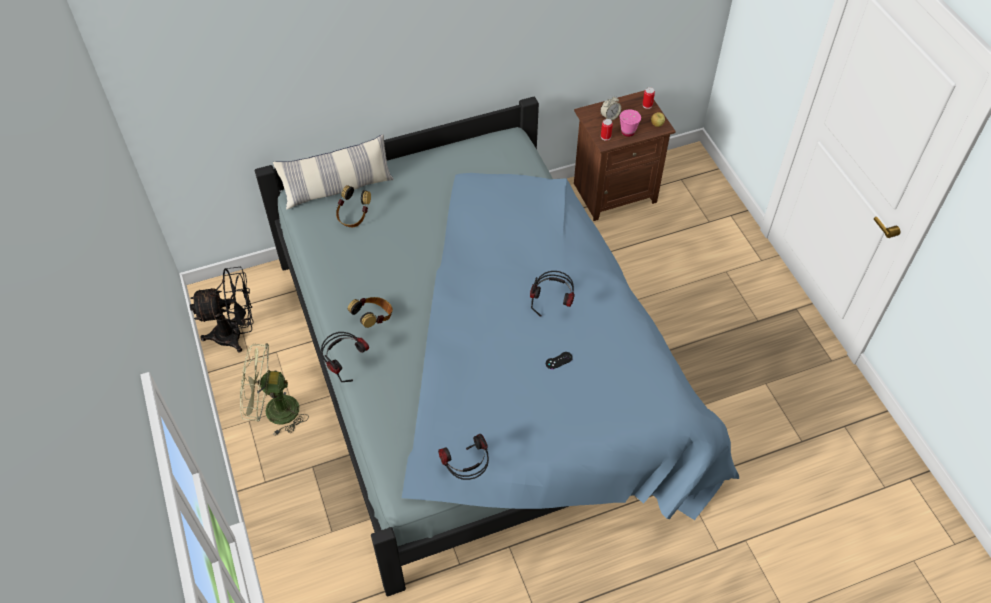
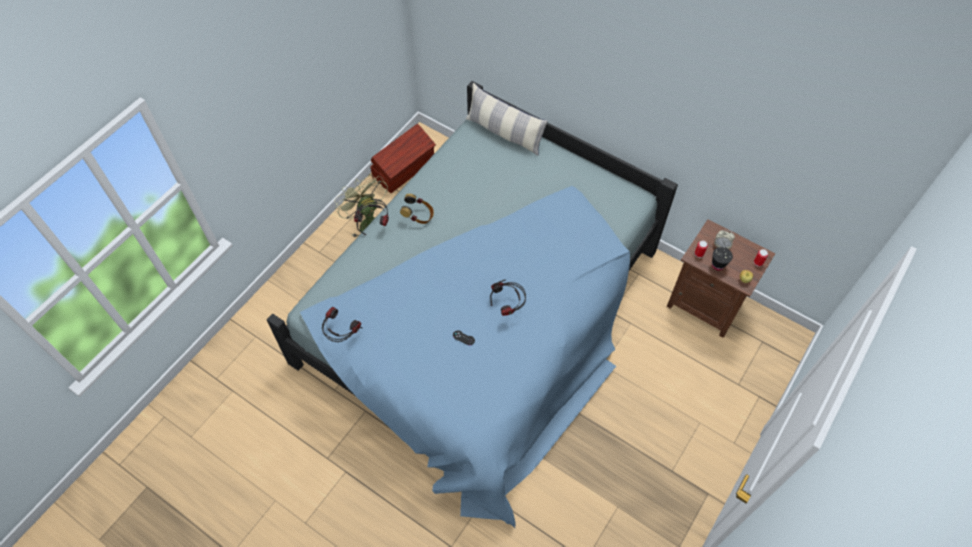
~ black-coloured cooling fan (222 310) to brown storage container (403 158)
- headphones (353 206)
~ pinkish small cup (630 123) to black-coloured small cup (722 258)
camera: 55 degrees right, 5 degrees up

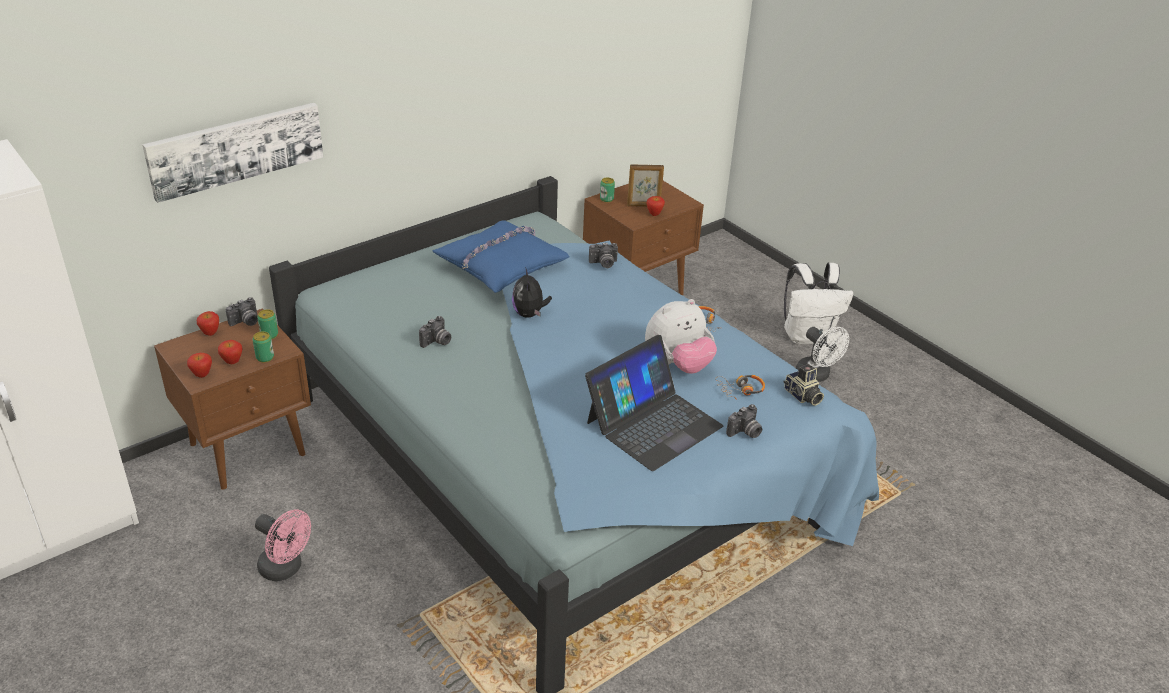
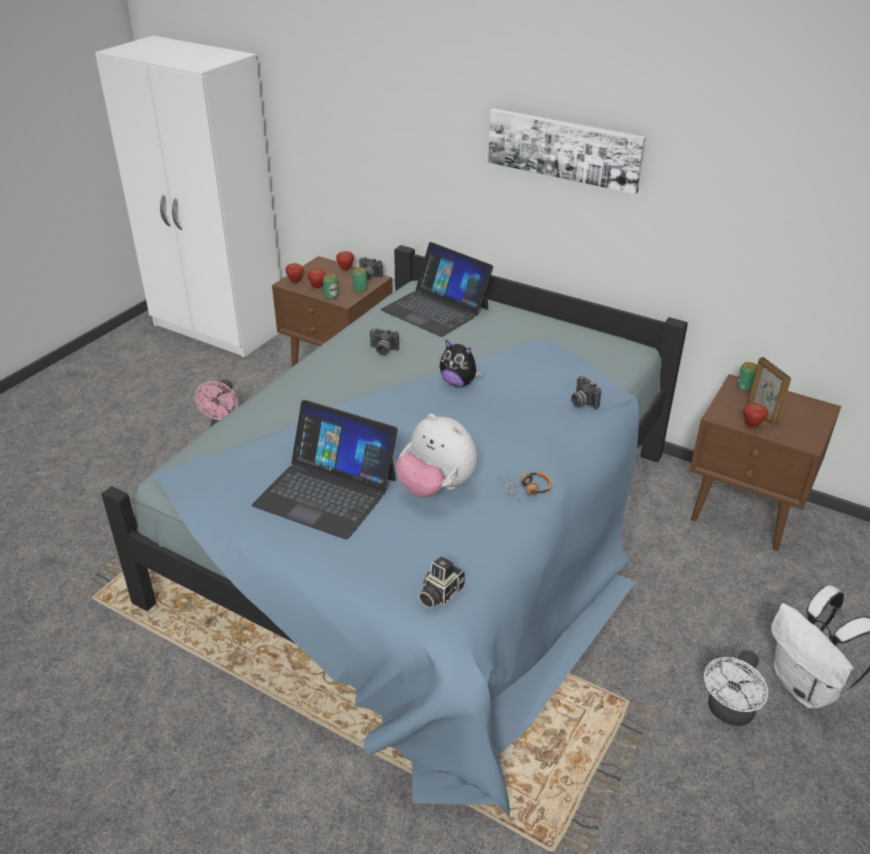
~ picture (232 153) to (567 151)
- blue-coloured throw pillow (500 256)
~ plush toy (532 292) = (461 363) 120 degrees counterclockwise
- headphones (740 387)
- still camera (744 421)
+ laptop (437 289)
camera: 70 degrees right, 0 degrees up

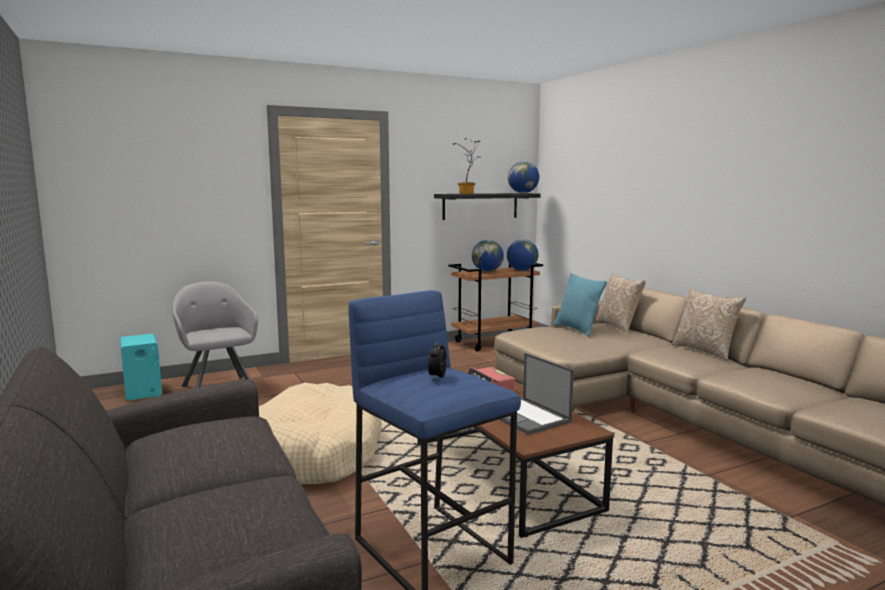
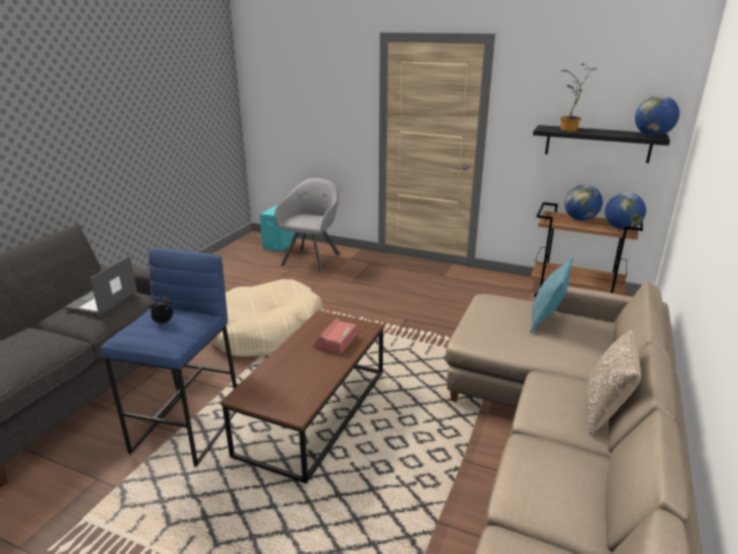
~ laptop (536 394) to (100 286)
- throw pillow (621 302)
camera: 50 degrees right, 15 degrees up

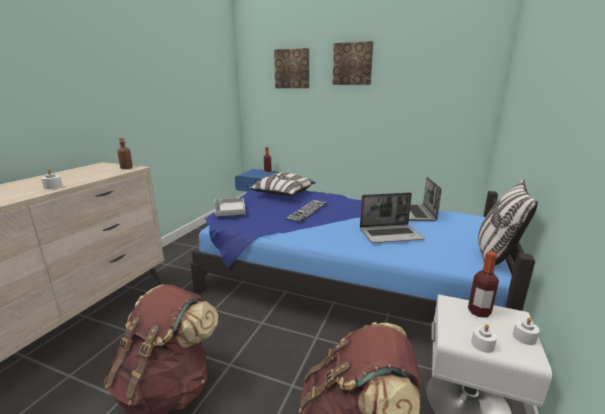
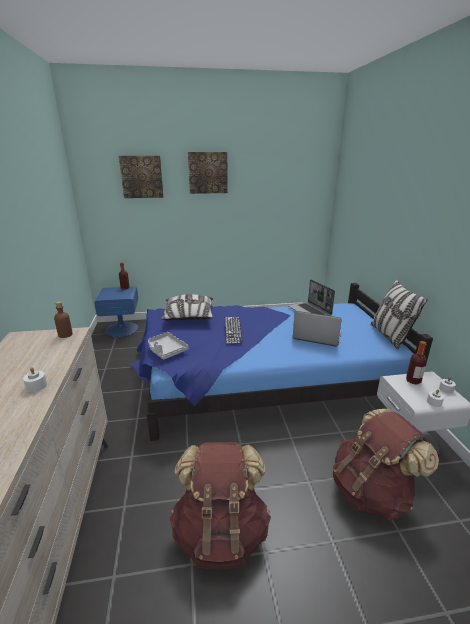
~ laptop (392 218) = (317 328) 120 degrees counterclockwise
camera: 30 degrees left, 5 degrees up

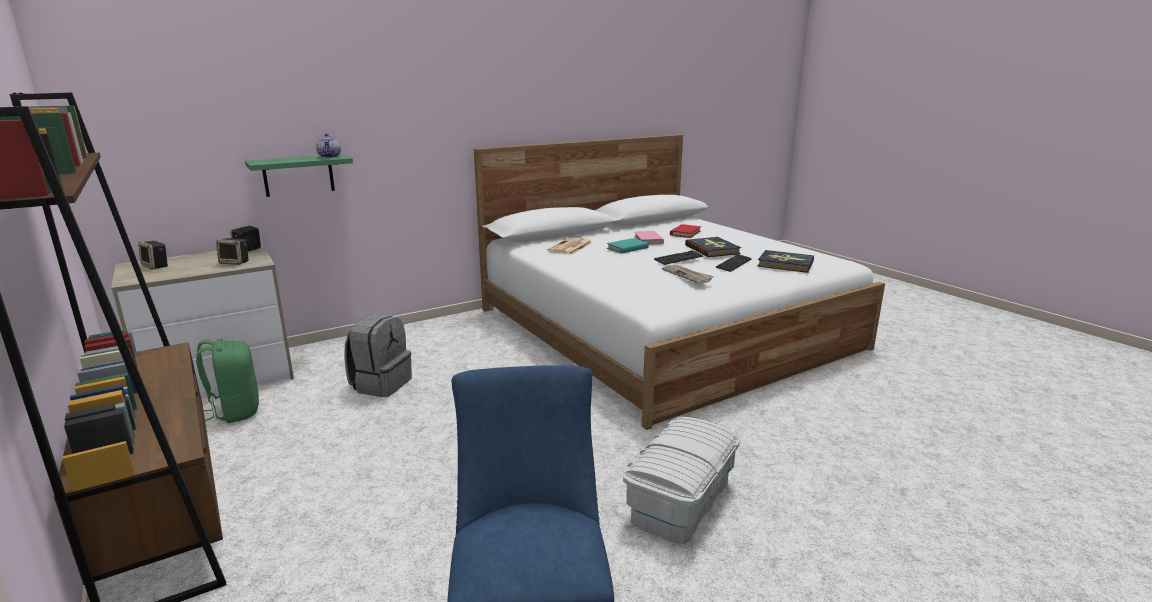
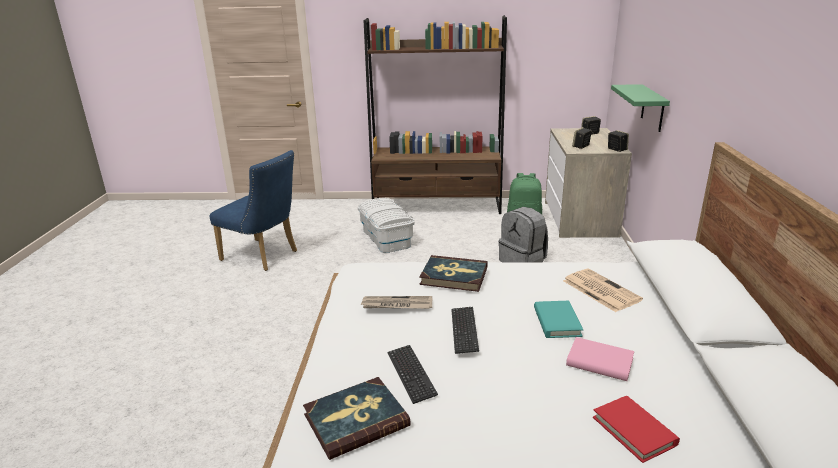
- pot for tea (328 145)
~ white-coloured storage container (681 480) to (386 225)
~ bound book (713 247) to (453 273)
camera: 125 degrees right, 5 degrees up

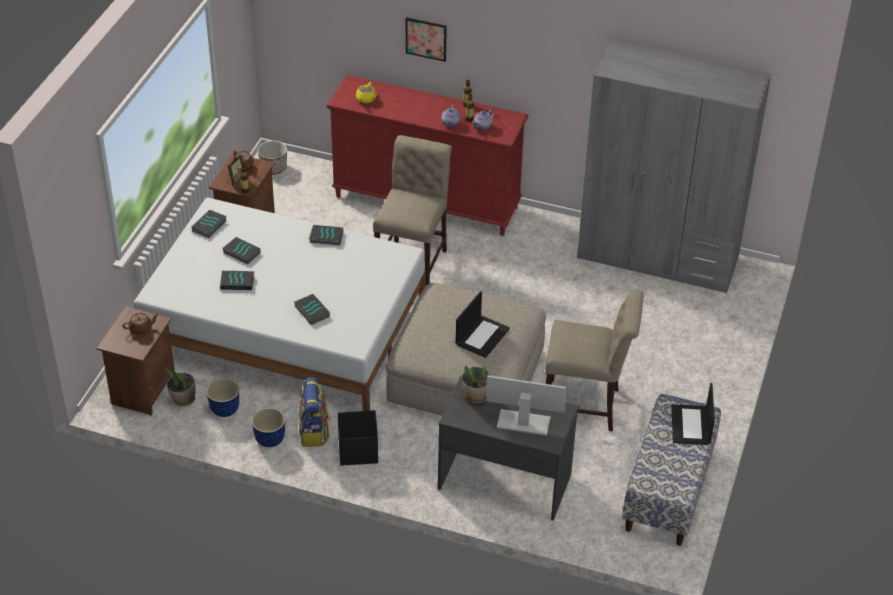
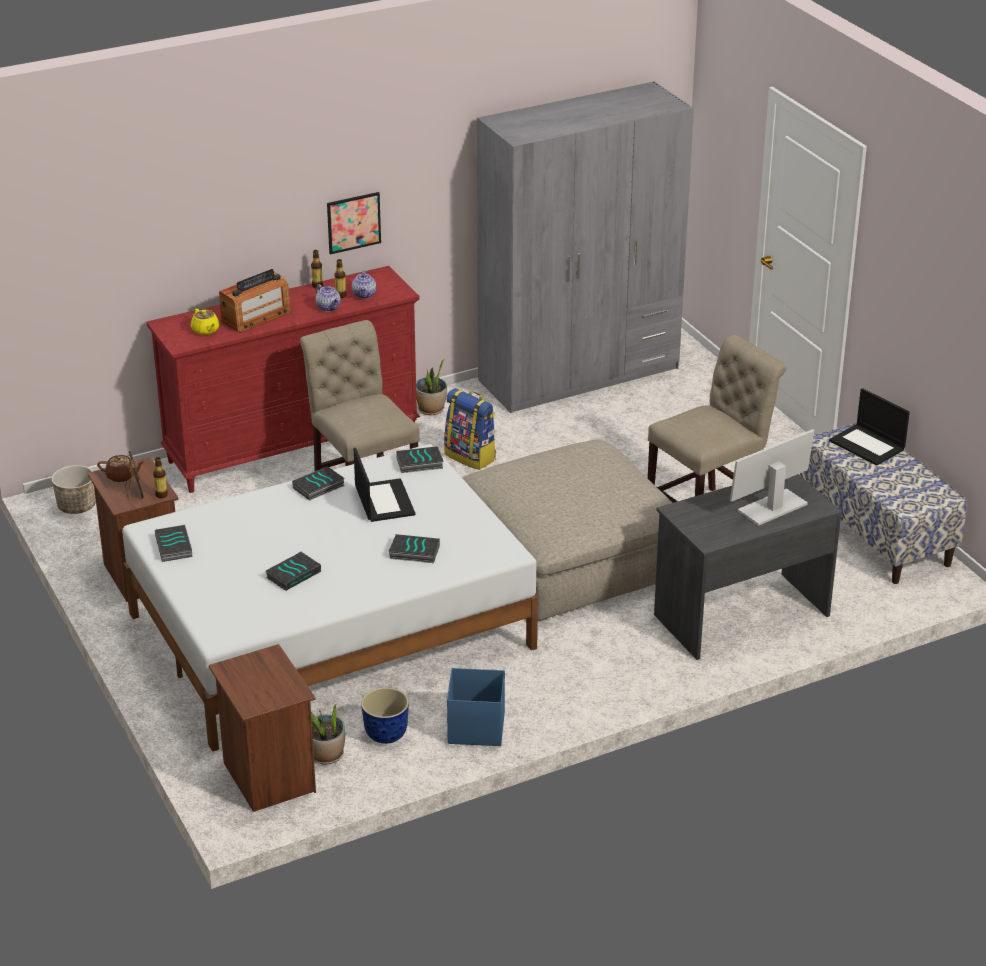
- brown pot for tea (141 324)
~ bound book (242 251) to (420 459)
~ flower pot (268 427) to blue-coloured storage container (476 707)
~ backpack (314 412) to (470 429)
- black-coloured storage container (358 438)
~ picture (426 39) to (354 223)
~ laptop (483 324) to (384 485)
~ potted plant (476 384) to (431 387)
+ radio set (255 301)
camera: 45 degrees left, 10 degrees down

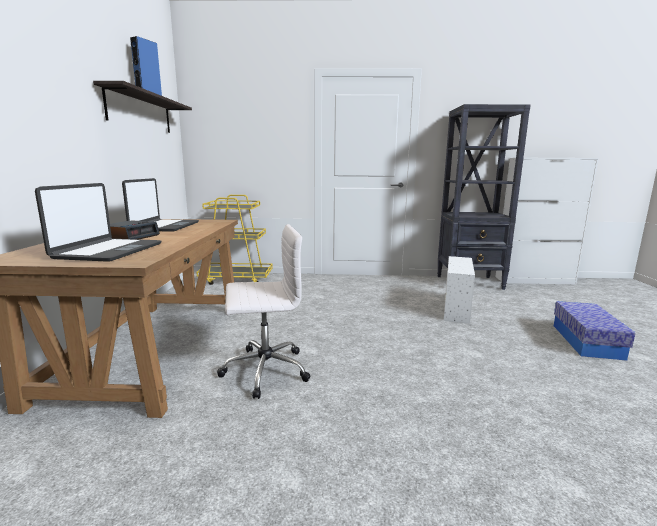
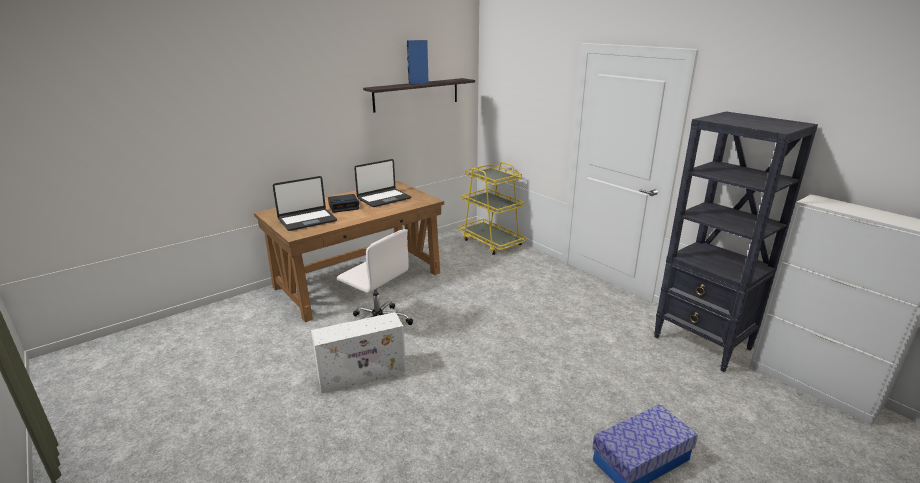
~ white-coloured storage container (459 290) to (358 352)
camera: 50 degrees right, 10 degrees up

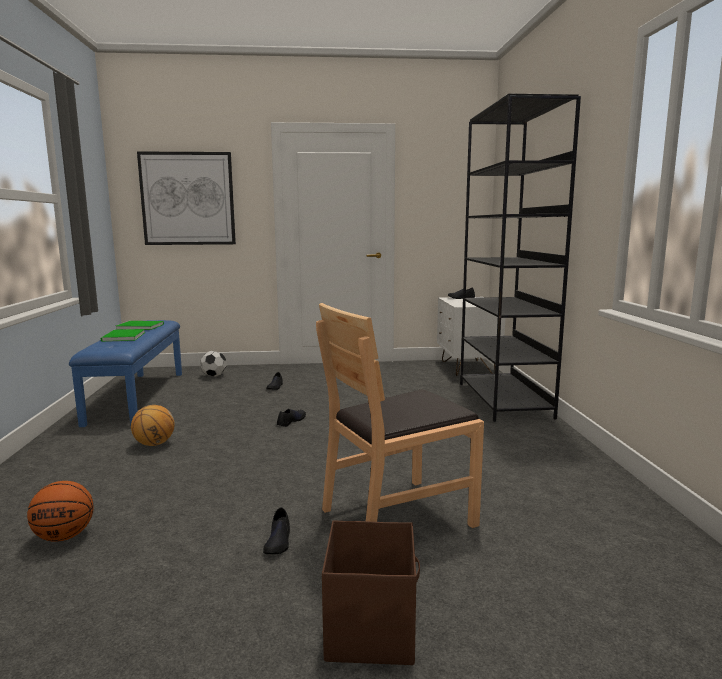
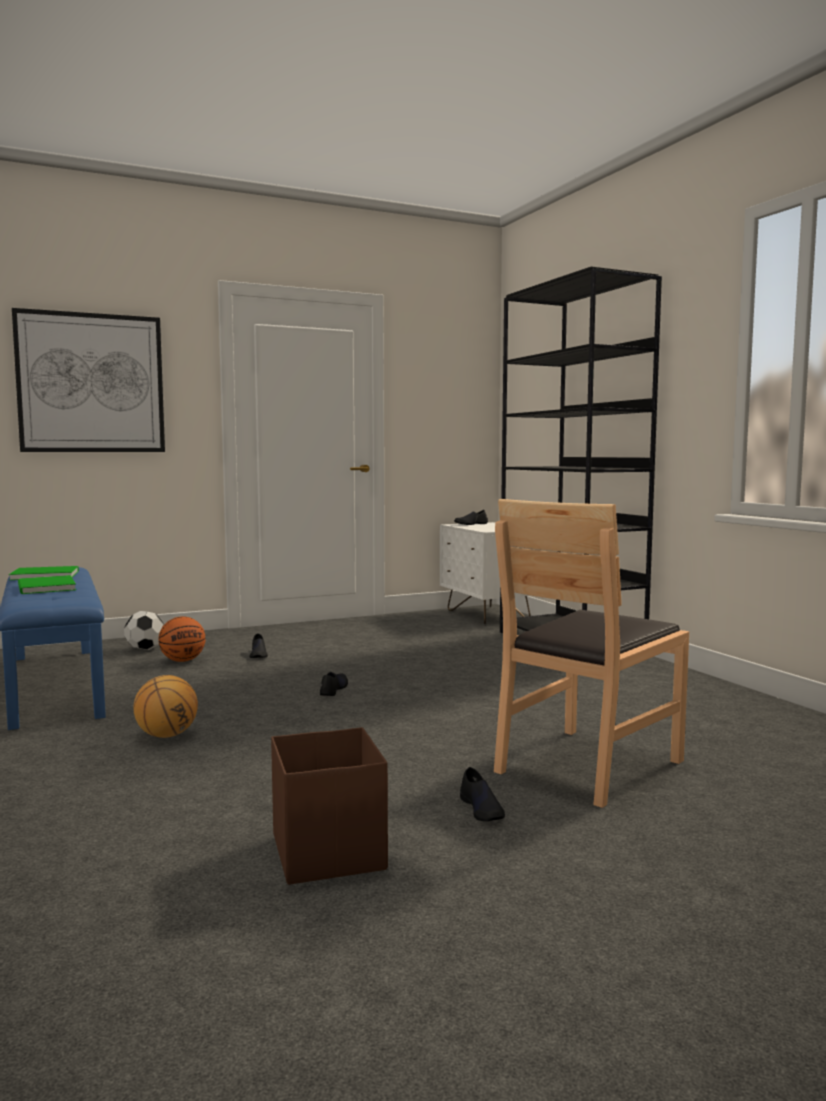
~ basketball ball (60 511) to (181 639)
~ brown storage container (371 592) to (329 806)
camera: 20 degrees left, 5 degrees down

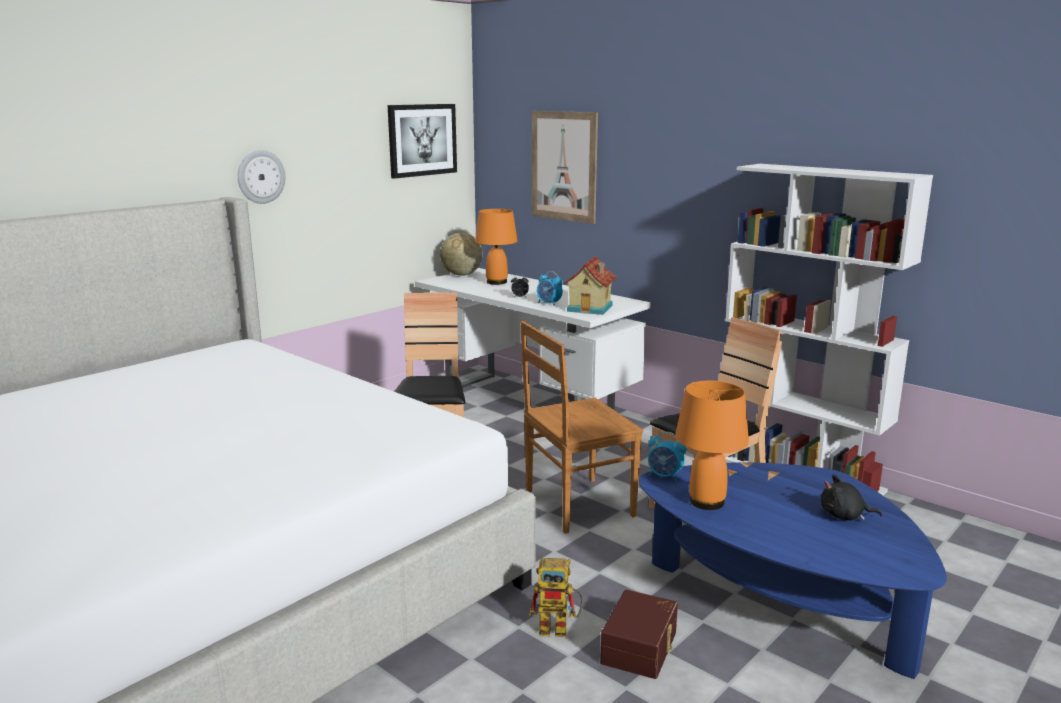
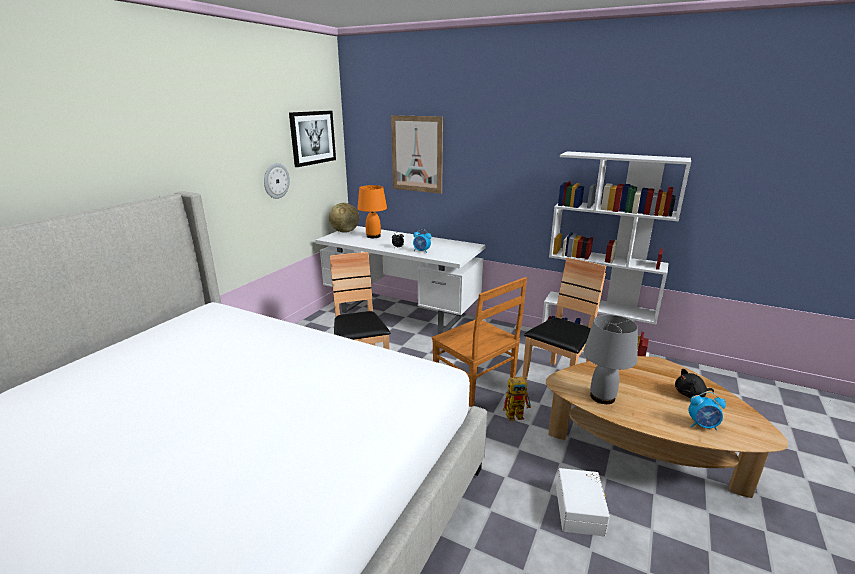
~ wall clock (261 177) to (277 181)
~ brown chair (582 427) = (479 342) 90 degrees counterclockwise
~ model robot (556 597) to (517 399)
- model house (590 285)
~ brown storage container (639 634) to white-coloured storage container (583 502)
~ blue-coloured low table (793 570) to brown low table (667 427)
~ alarm clock (667 457) to (707 411)
~ orangey lamp for a table (712 445) to greyish lamp for a table (610 359)
camera: 15 degrees left, 5 degrees up

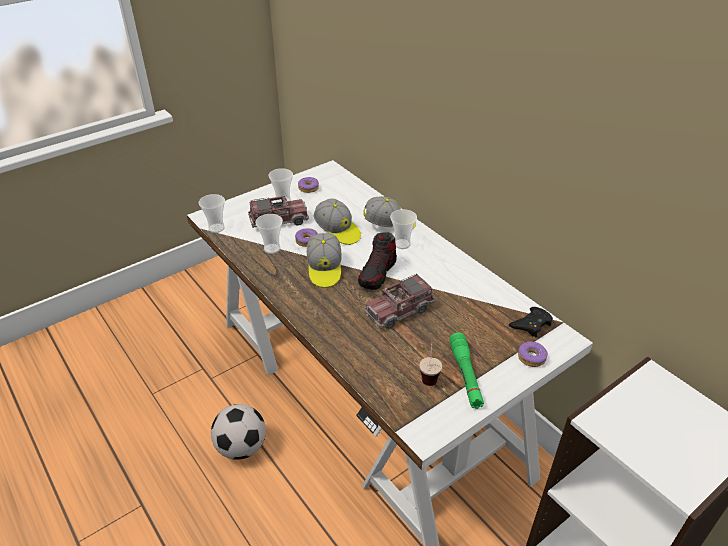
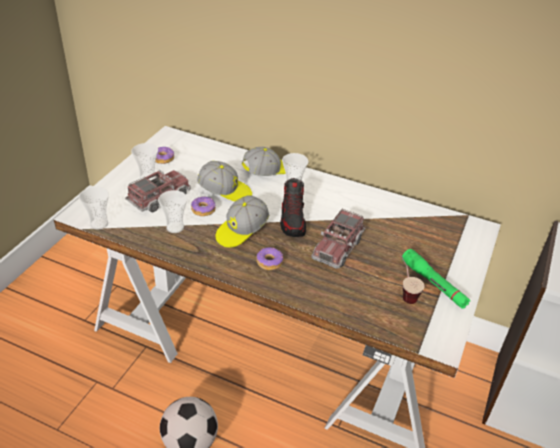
~ peaked cap (324 260) = (242 222) 75 degrees clockwise
- black-coloured joypad (531 322)
~ donut (533 354) to (270 258)
camera: 30 degrees left, 0 degrees up

